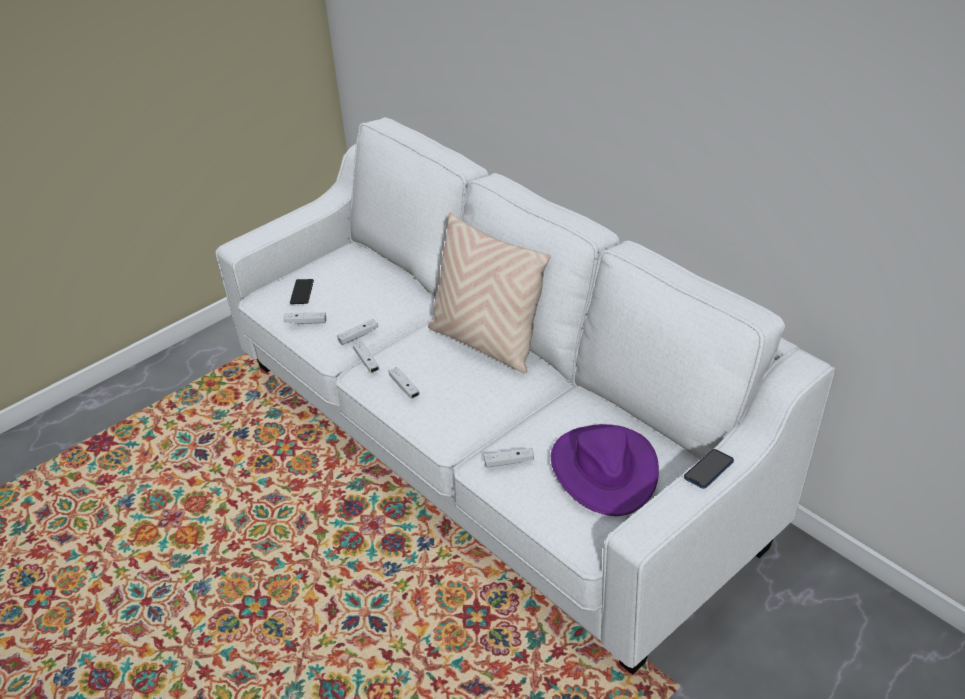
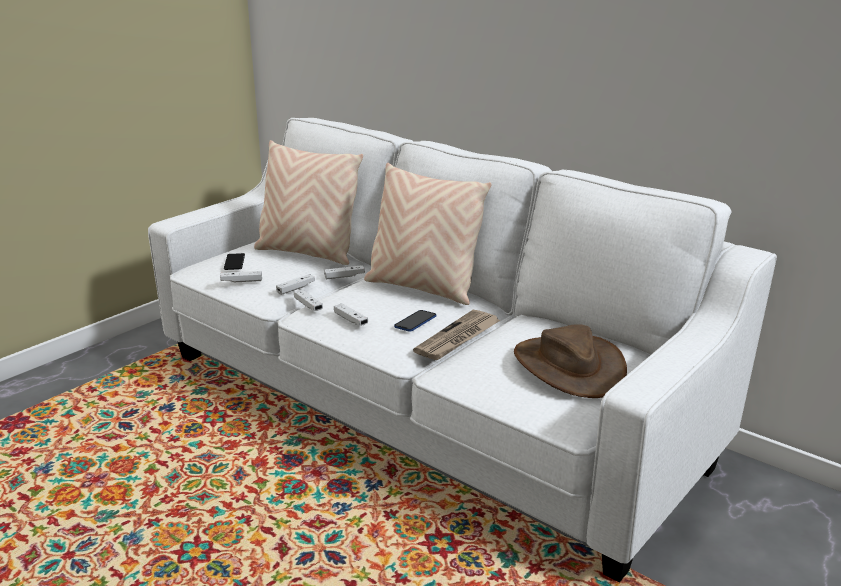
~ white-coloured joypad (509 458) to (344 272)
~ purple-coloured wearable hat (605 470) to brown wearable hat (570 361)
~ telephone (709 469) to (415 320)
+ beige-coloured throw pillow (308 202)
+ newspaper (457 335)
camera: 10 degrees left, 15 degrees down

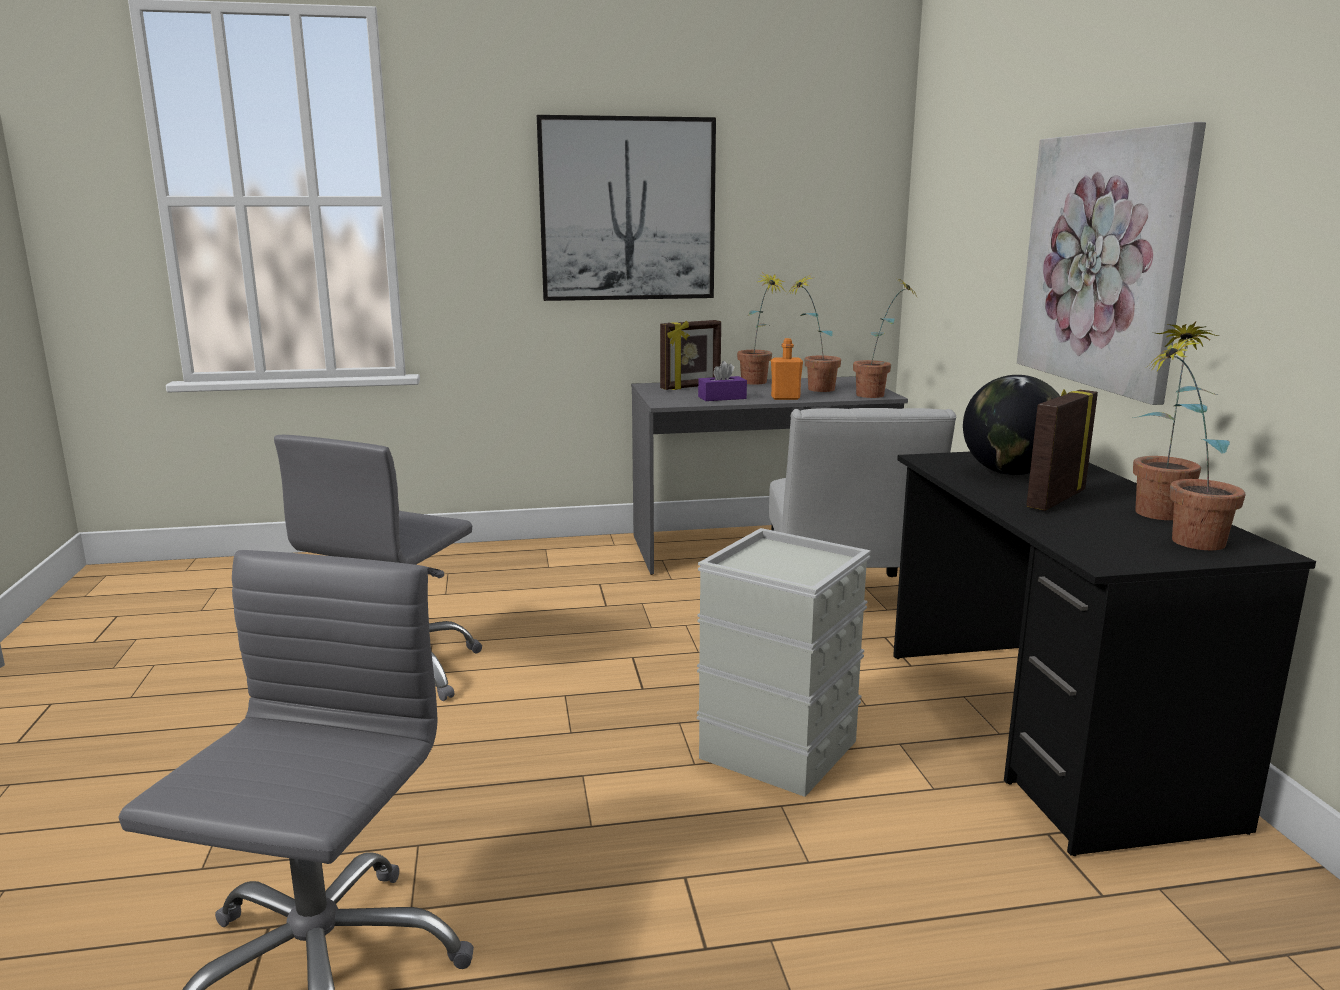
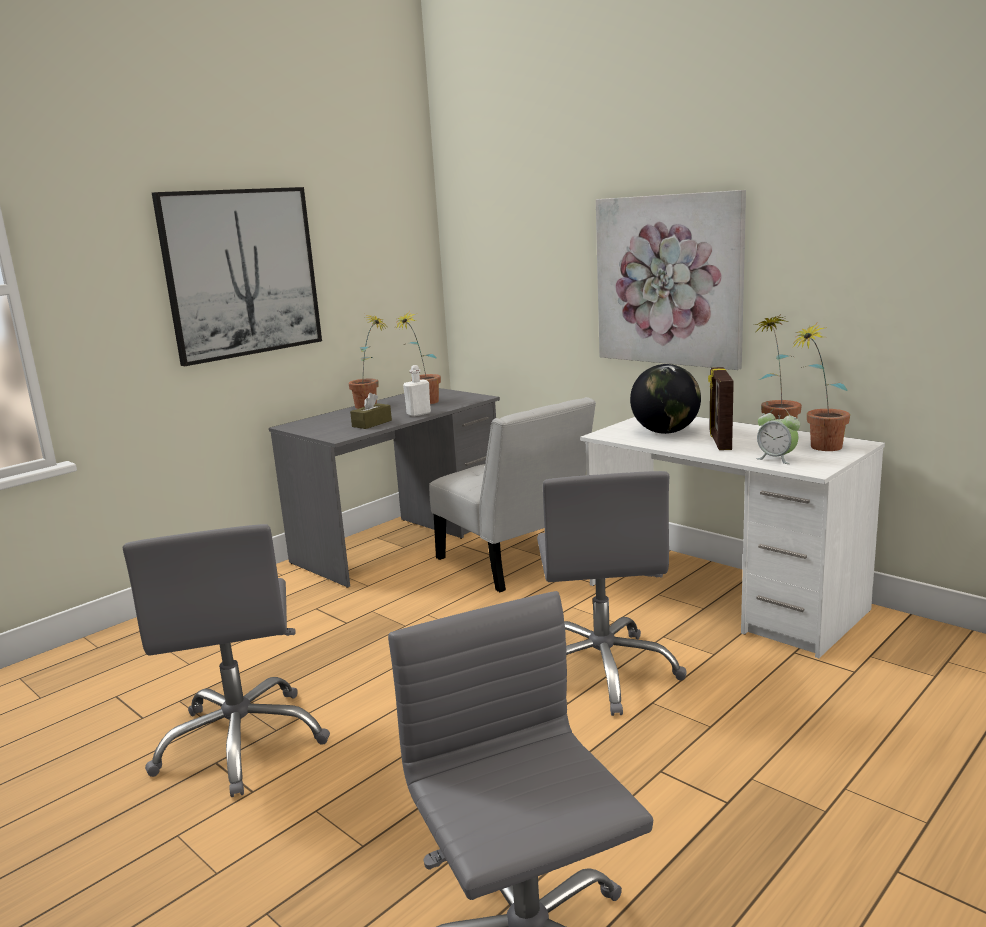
- photo frame (690 355)
~ greyish storage container (784 662) to greyish computer chair (612 593)
~ purple-coloured box of tissues (722 381) to brown box of tissues (371 411)
~ orangey bottle (787 369) to white-coloured bottle (417 391)
- potted plant (885 338)
~ black-coloured desk table (1104 654) to white-coloured desk table (732 537)
+ alarm clock (778 435)
camera: 35 degrees left, 0 degrees up

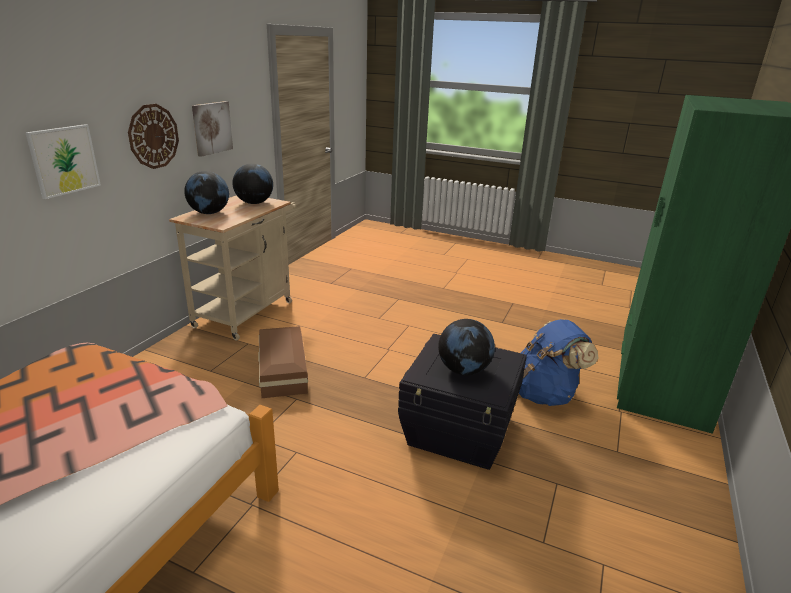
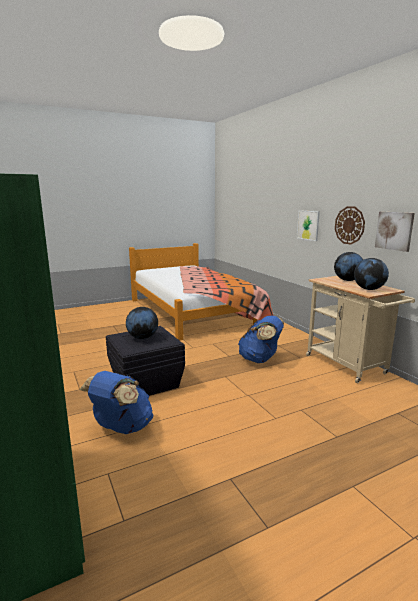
~ brown storage container (283 362) to blue-coloured backpack (261 339)
camera: 130 degrees right, 10 degrees down

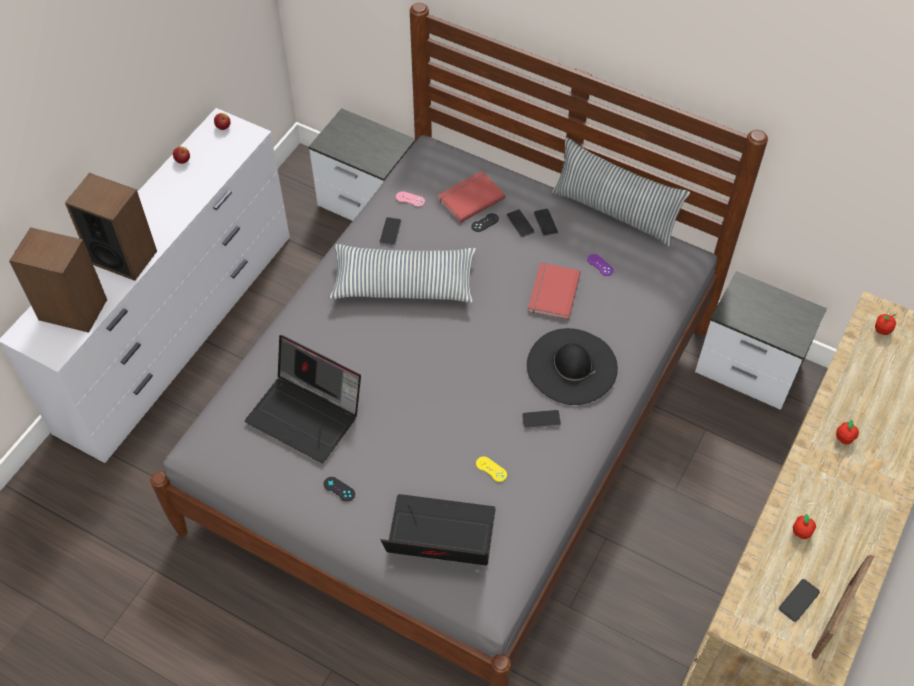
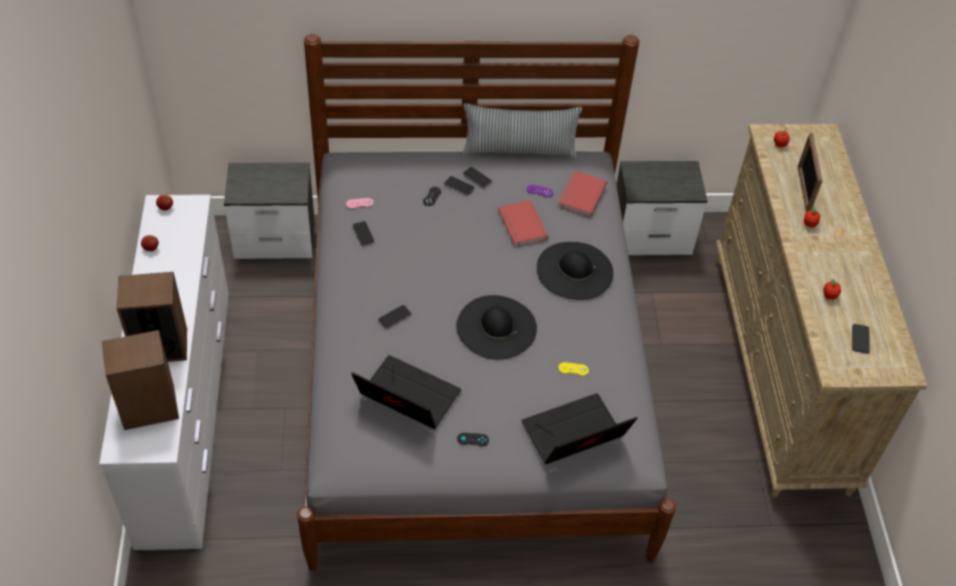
~ laptop (303 399) = (406 392) 150 degrees counterclockwise
- throw pillow (402 273)
~ red-coloured bound book (471 197) to (582 194)
~ telephone (541 419) to (394 317)
~ photo frame (843 607) to (810 172)
+ black-coloured wearable hat (496 327)
camera: 35 degrees left, 5 degrees down

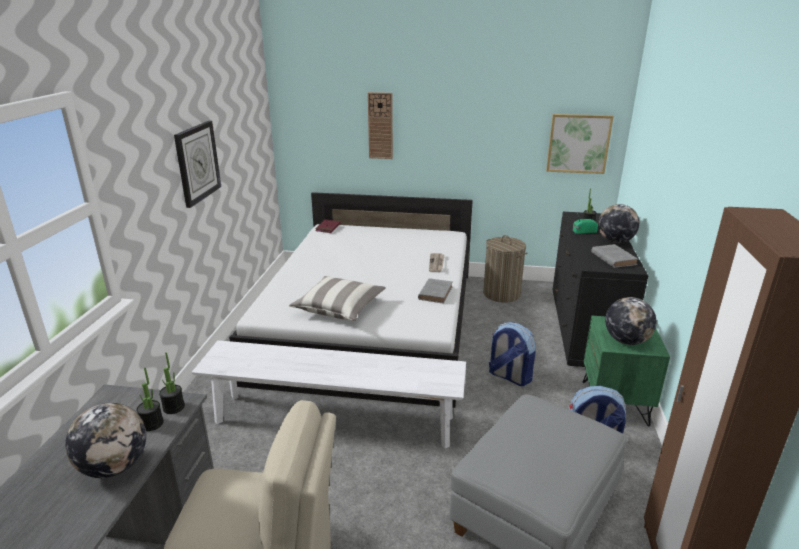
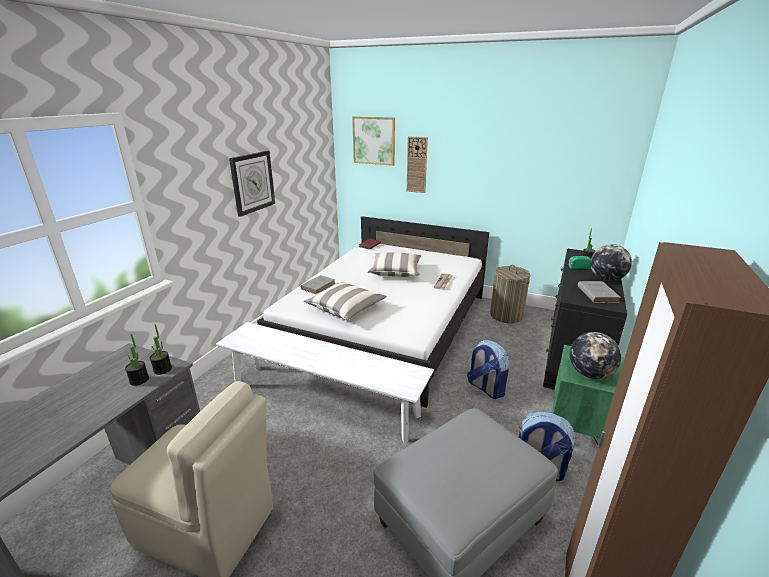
- globe (105 440)
~ greyish bound book (435 290) to (318 284)
~ picture (580 144) to (373 141)
+ throw pillow (394 264)
camera: 15 degrees right, 0 degrees up

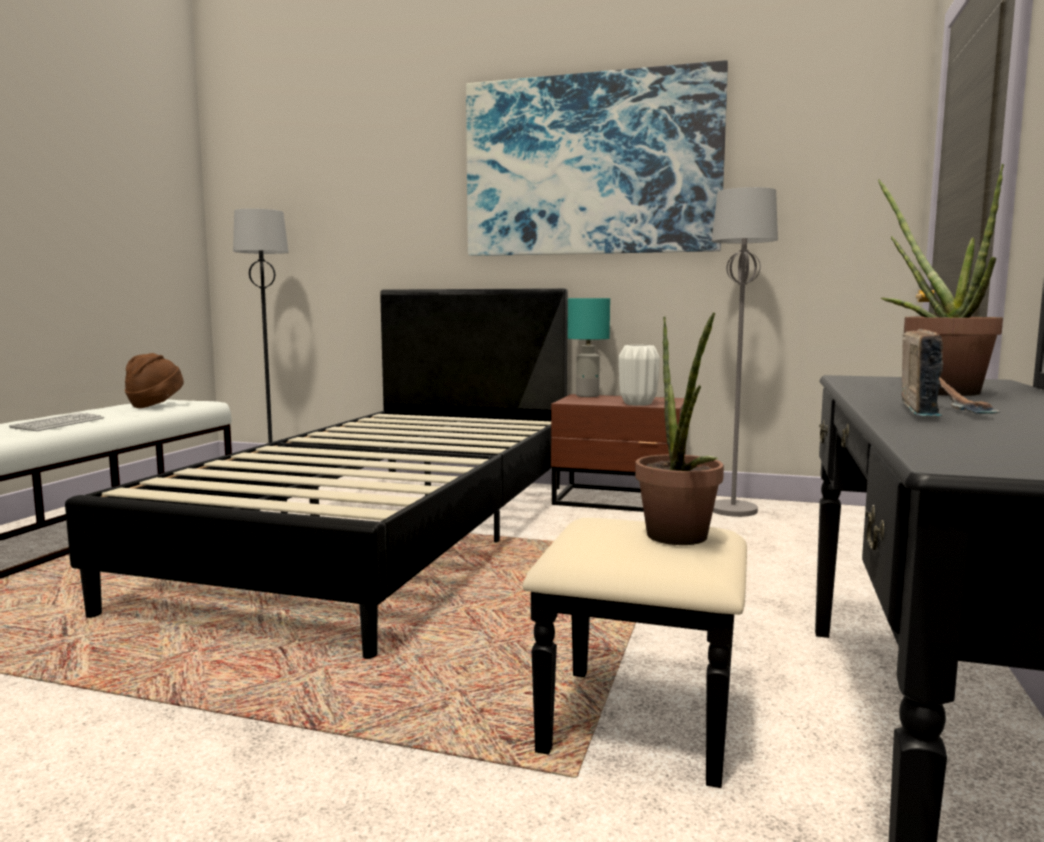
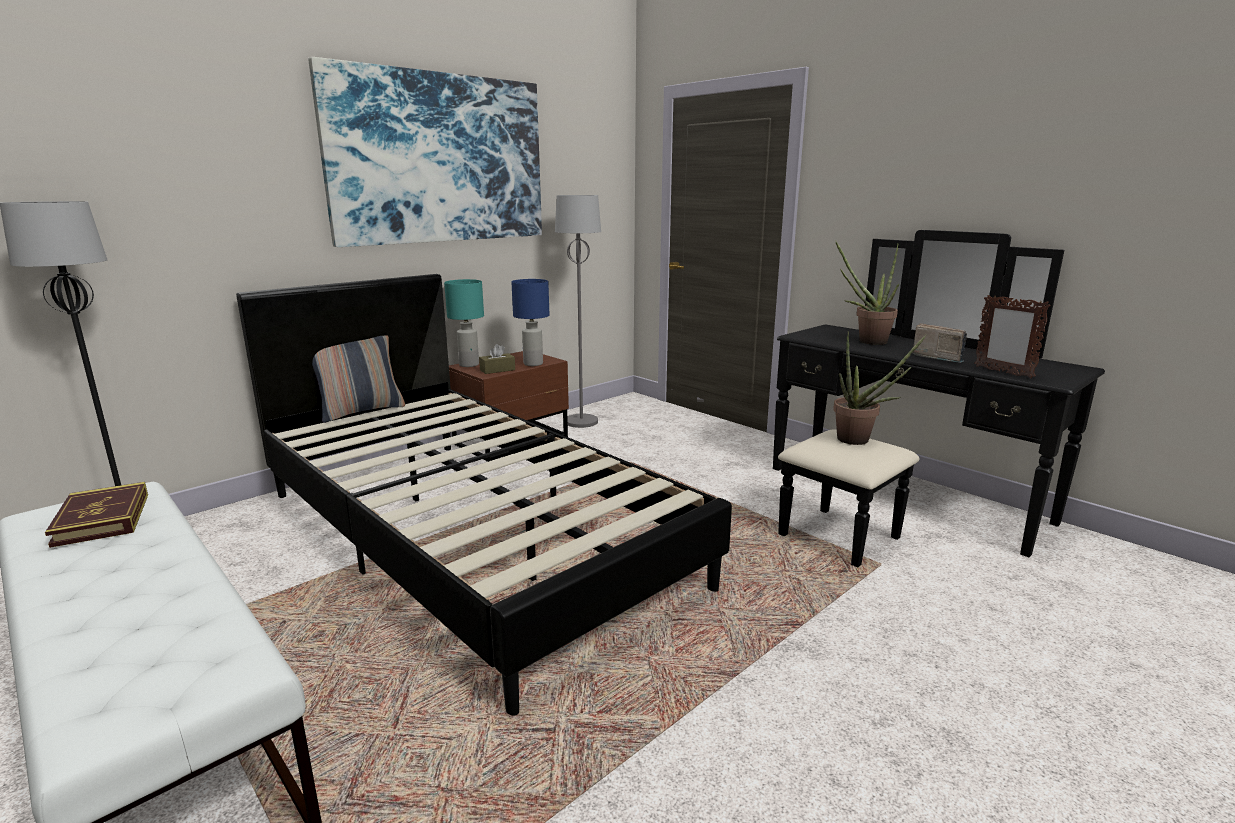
- computer keyboard (56 422)
~ brown wearable hat (154 380) to bound book (96 515)
~ white-coloured decorative vase (639 375) to blue-coloured lamp for a table (530 322)
+ throw pillow (358 379)
+ brown box of tissues (497 359)
+ photo frame (1012 337)
camera: 60 degrees left, 10 degrees up

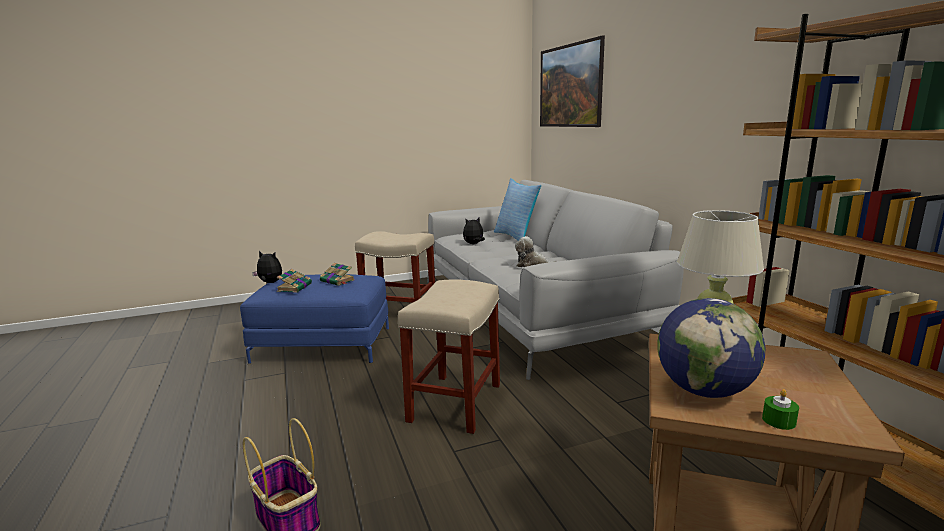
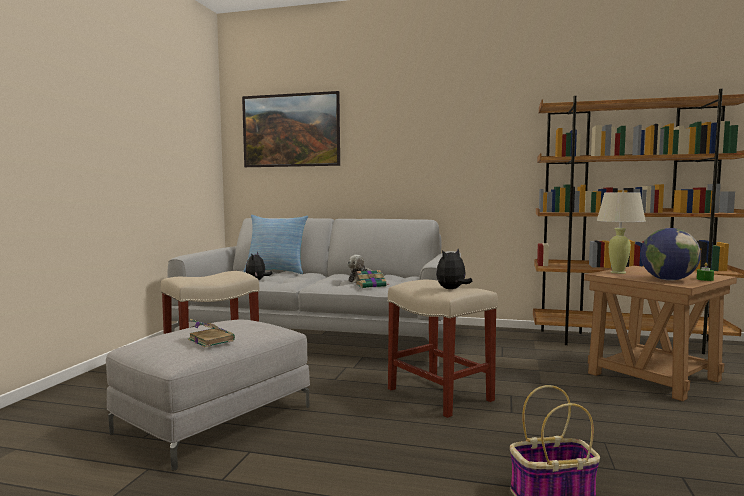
~ blue-coloured pouffe (314 319) to greyish pouffe (208 395)
~ plush toy (267 267) to (454 268)
~ bound book (337 274) to (371 279)
camera: 55 degrees left, 10 degrees down

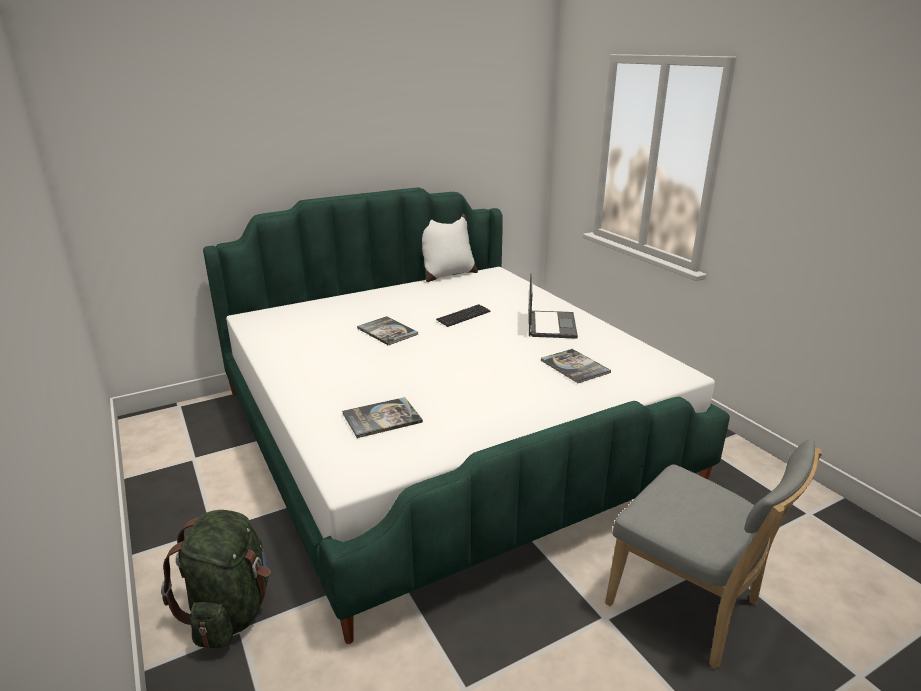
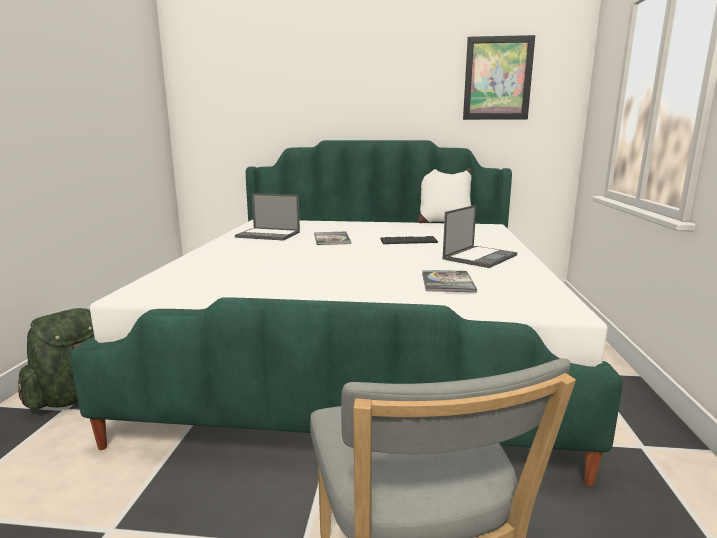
- bound book (382 417)
+ laptop (267 217)
+ picture (499 77)
camera: 35 degrees right, 10 degrees down

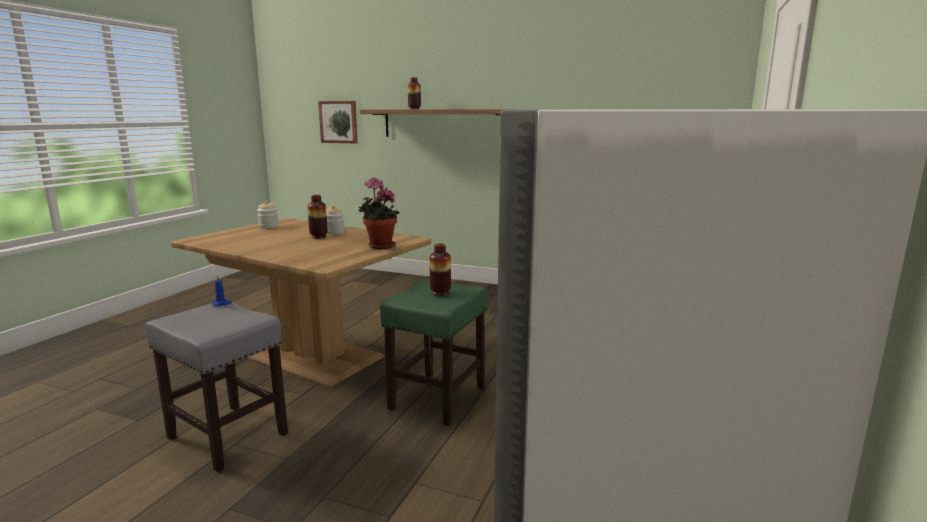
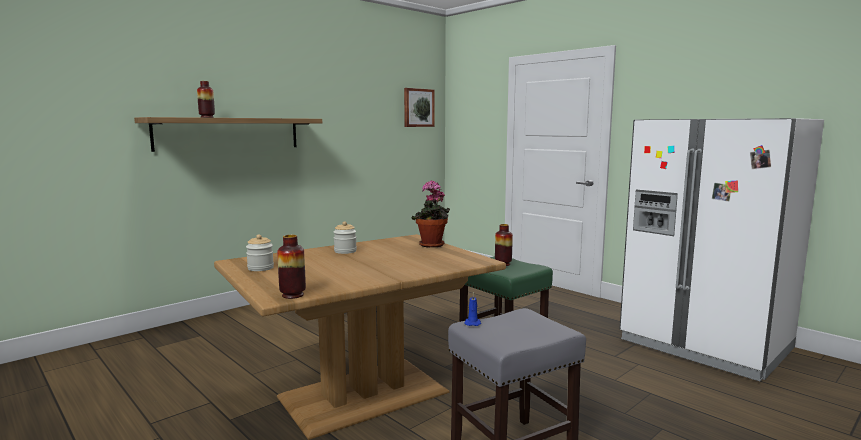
~ decorative vase (318 217) to (291 267)
~ picture (337 122) to (419 107)
camera: 65 degrees left, 5 degrees down

